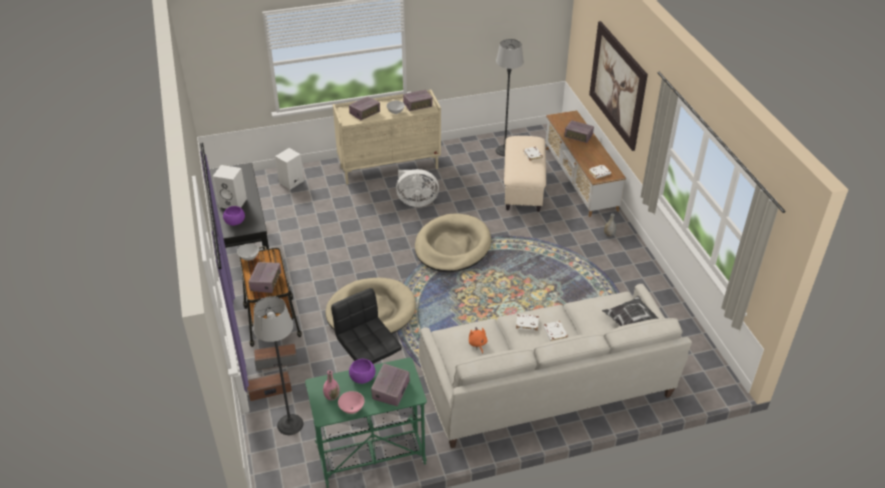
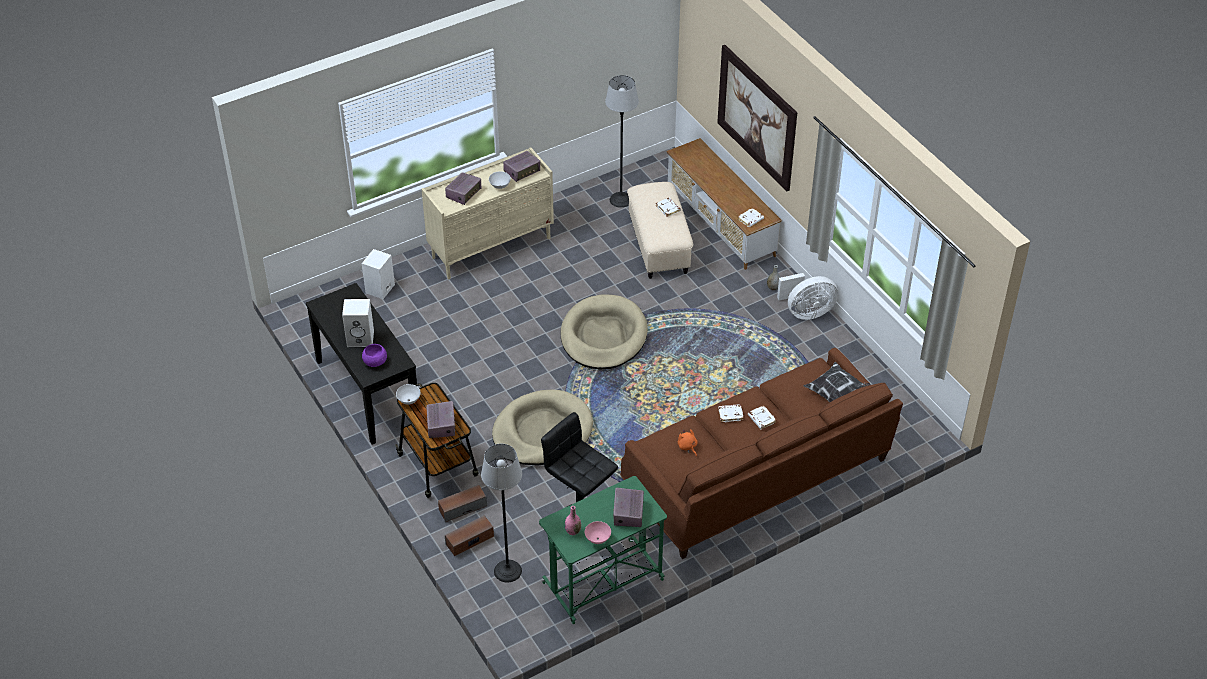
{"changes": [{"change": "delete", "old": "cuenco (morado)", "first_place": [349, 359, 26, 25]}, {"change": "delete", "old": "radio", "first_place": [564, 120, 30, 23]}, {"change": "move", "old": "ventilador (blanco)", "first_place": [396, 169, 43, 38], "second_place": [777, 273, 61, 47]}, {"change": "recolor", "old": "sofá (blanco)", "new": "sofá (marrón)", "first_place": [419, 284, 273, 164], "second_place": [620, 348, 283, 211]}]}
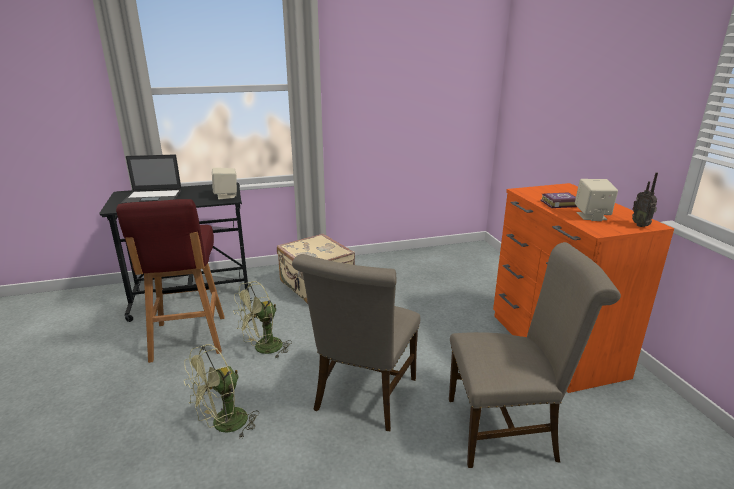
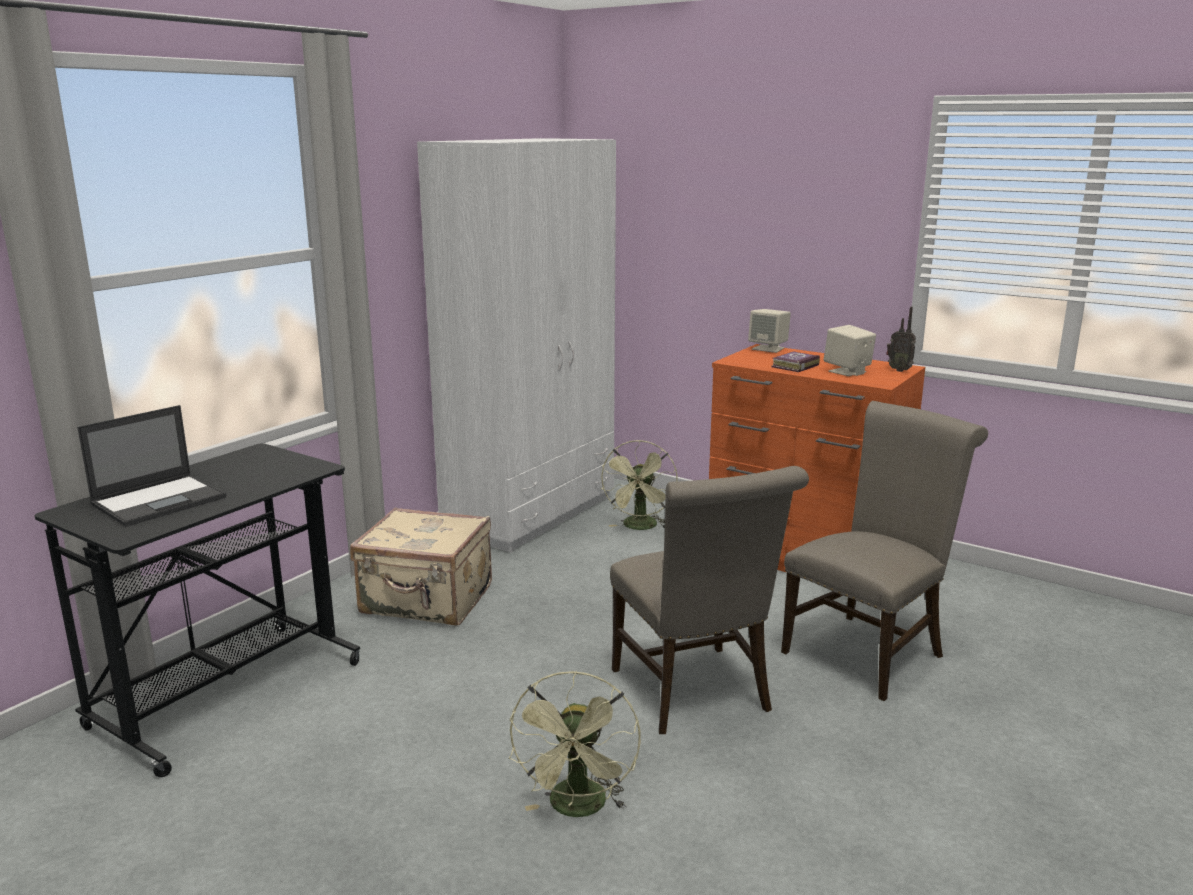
{"changes": [{"change": "delete", "old": "taburete (rojo)", "first_place": [116, 199, 109, 164]}, {"change": "insert", "new": "armario ropero (blanco)", "second_place": [417, 138, 199, 415]}, {"change": "move", "old": "altavoz (beis)", "first_place": [212, 168, 25, 32], "second_place": [748, 309, 43, 44]}, {"change": "move", "old": "ventilador (verde)", "first_place": [233, 281, 59, 78], "second_place": [601, 440, 77, 90]}]}
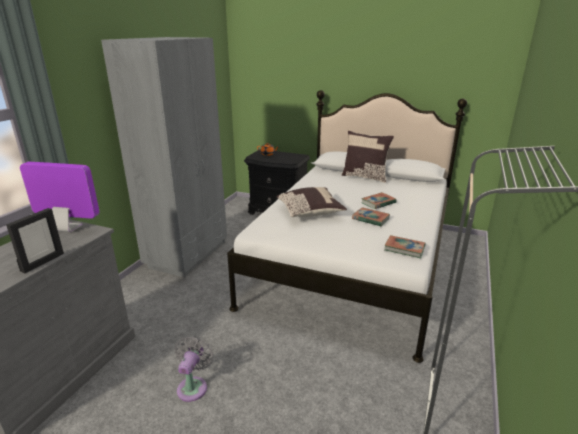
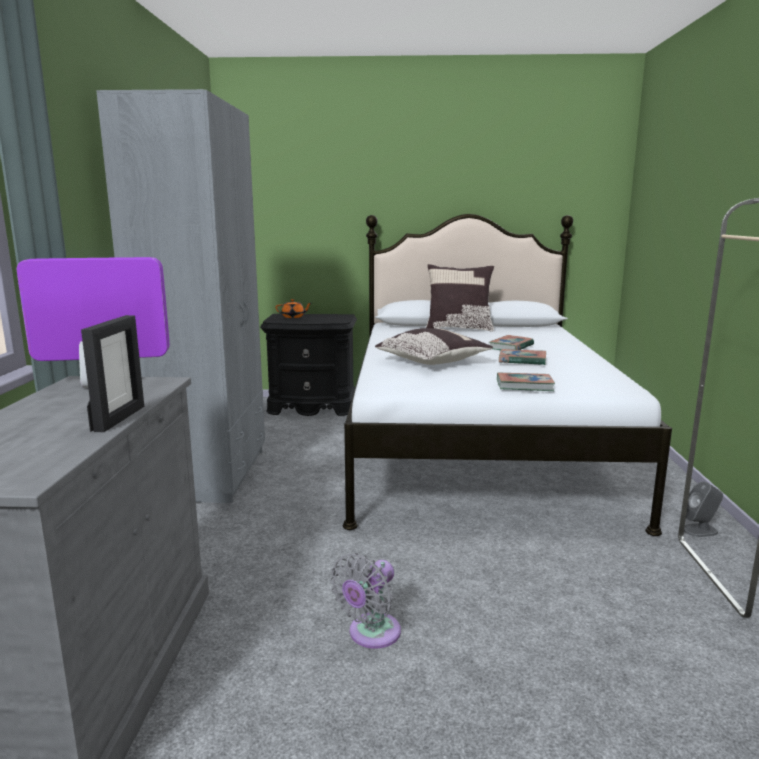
{"changes": [{"change": "insert", "new": "altavoz (gris)", "second_place": [684, 481, 39, 56]}, {"change": "move", "old": "libro", "first_place": [384, 235, 42, 23], "second_place": [497, 372, 58, 19]}, {"change": "rotate", "old": "ventilador (gris)", "first_place": [175, 336, 38, 66], "second_place": [330, 553, 71, 96], "degrees": -135}]}
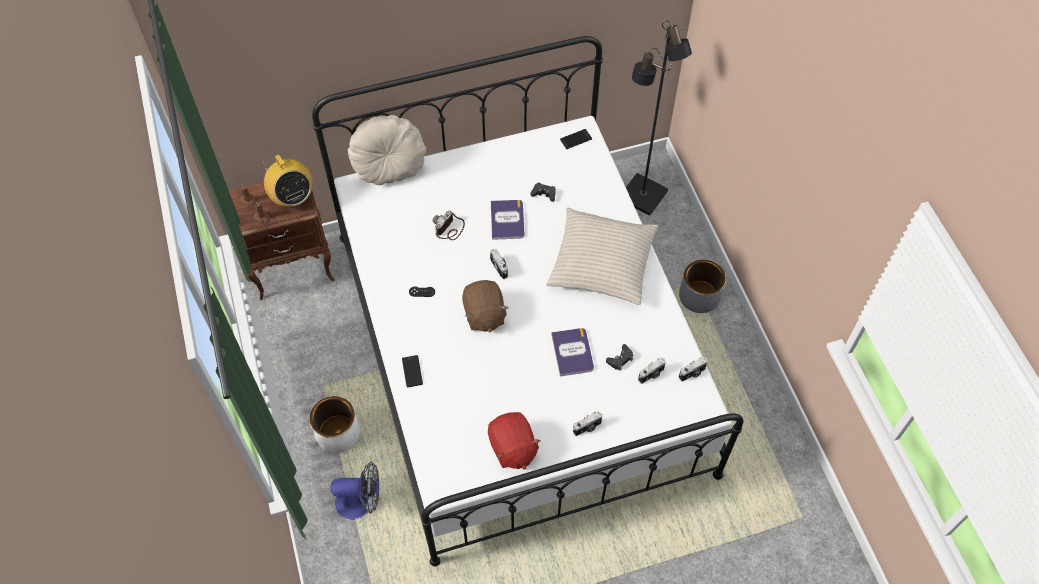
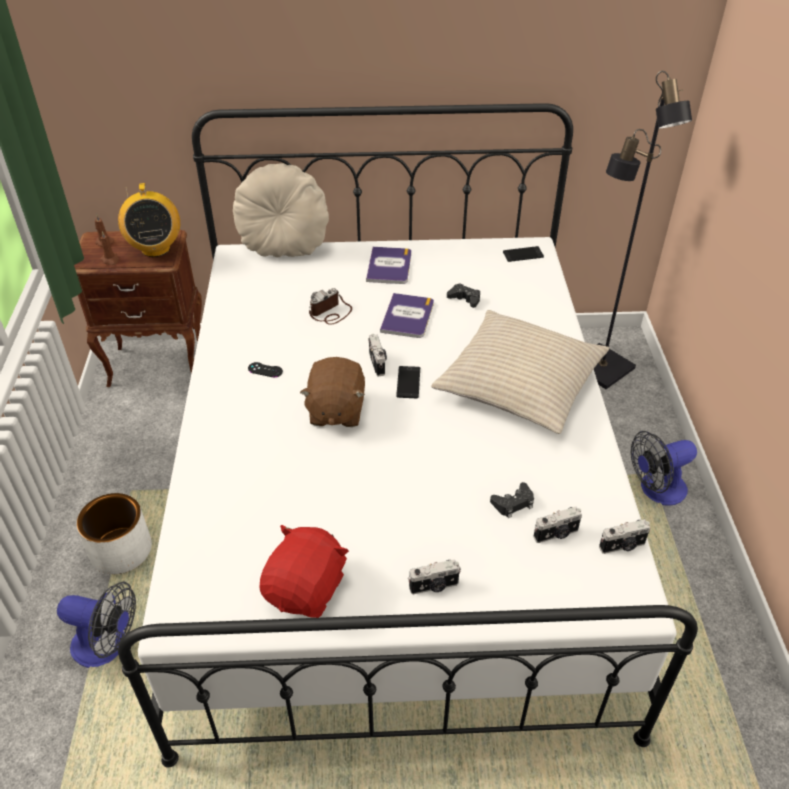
{"changes": [{"change": "move", "old": "móvil", "first_place": [402, 355, 21, 32], "second_place": [396, 366, 24, 32]}, {"change": "move", "old": "libro", "first_place": [551, 328, 43, 48], "second_place": [366, 247, 45, 37]}, {"change": "replace", "old": "maceta (gris)", "new": "ventilador", "first_place": [679, 260, 47, 53], "second_place": [631, 431, 66, 75]}, {"change": "rotate", "old": "peluche (rojo)", "first_place": [488, 412, 53, 58], "second_place": [259, 525, 90, 93], "degrees": -150}]}
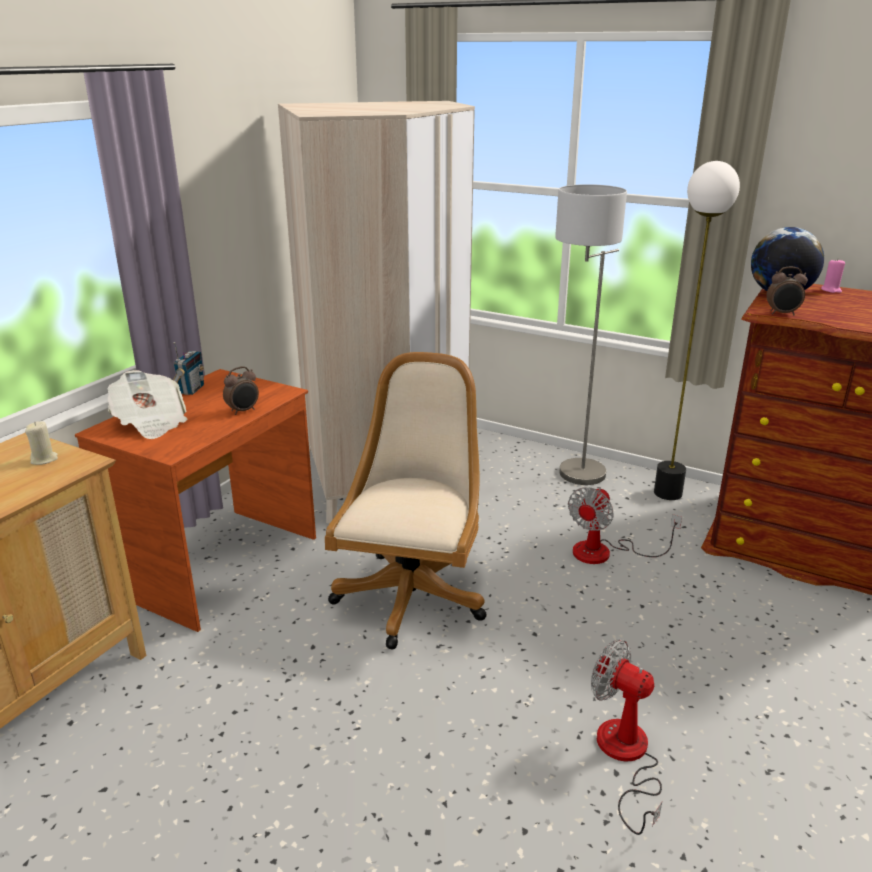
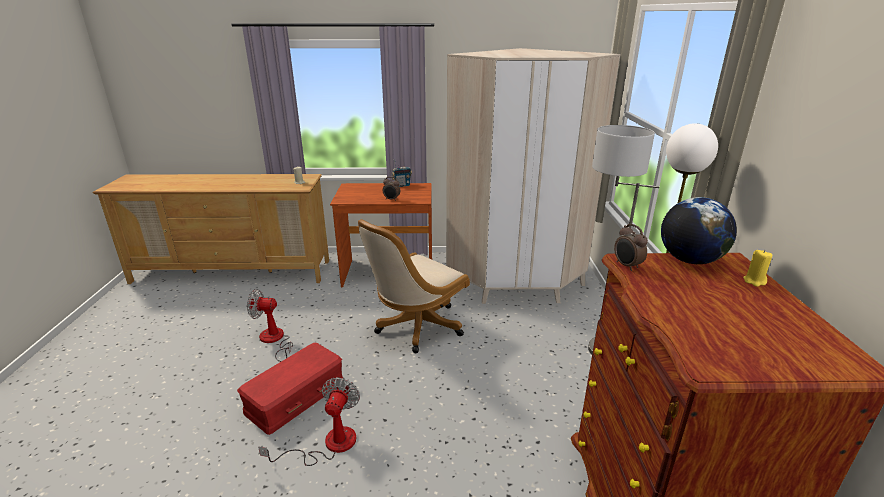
{"changes": [{"change": "delete", "old": "periódico", "first_place": [107, 370, 80, 69]}, {"change": "insert", "new": "caja de almacenaje (rojo)", "second_place": [237, 343, 106, 92]}, {"change": "move", "old": "ventilador", "first_place": [568, 487, 114, 77], "second_place": [247, 289, 46, 73]}, {"change": "recolor", "old": "vela (rosa)", "new": "vela (amarillo)", "first_place": [821, 258, 24, 35], "second_place": [743, 250, 29, 37]}, {"change": "rotate", "old": "silla de oficina", "first_place": [325, 352, 162, 297], "second_place": [358, 219, 112, 134], "degrees": 150}]}
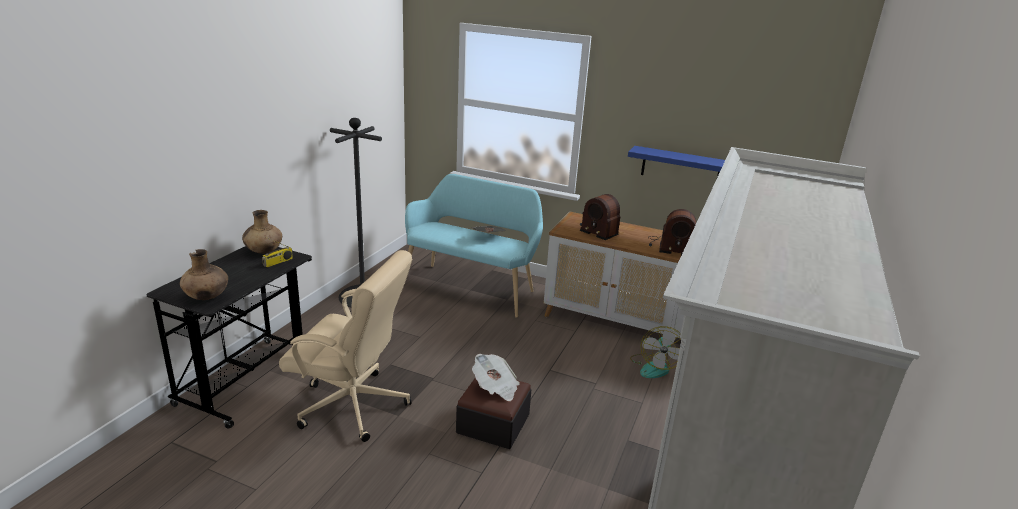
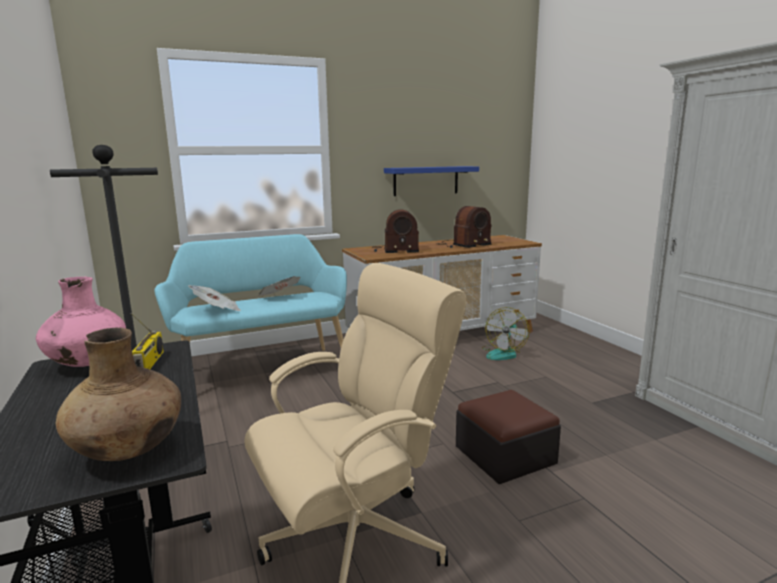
{"changes": [{"change": "move", "old": "periódico", "first_place": [472, 354, 48, 47], "second_place": [188, 285, 53, 26]}, {"change": "recolor", "old": "florero (marrón)", "new": "florero (rosa)", "first_place": [242, 210, 40, 44], "second_place": [36, 277, 90, 90]}, {"change": "rotate", "old": "ventilador", "first_place": [630, 326, 51, 52], "second_place": [482, 307, 48, 53], "degrees": 60}]}
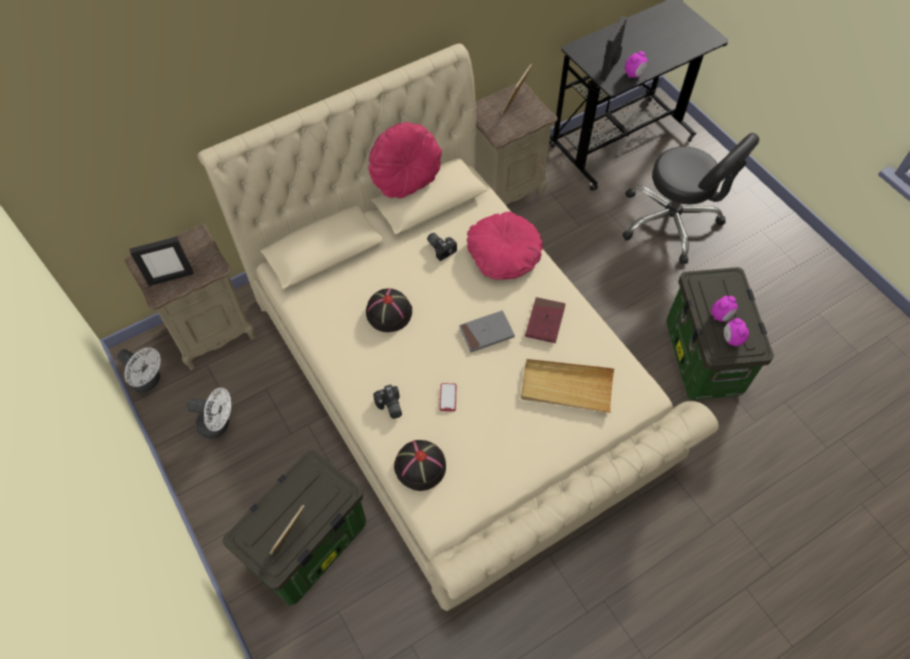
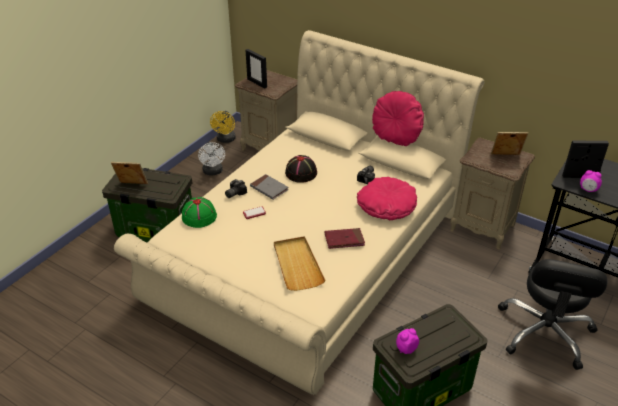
{"changes": [{"change": "delete", "old": "despertador", "first_place": [711, 296, 27, 26]}, {"change": "move", "old": "libro (gris)", "first_place": [459, 310, 56, 43], "second_place": [250, 174, 39, 26]}, {"change": "recolor", "old": "ventilador (blanco)", "new": "ventilador (amarillo)", "first_place": [117, 347, 44, 46], "second_place": [210, 111, 26, 32]}, {"change": "recolor", "old": "sombrero (negro)", "new": "sombrero (verde)", "first_place": [394, 440, 52, 51], "second_place": [182, 197, 35, 31]}]}
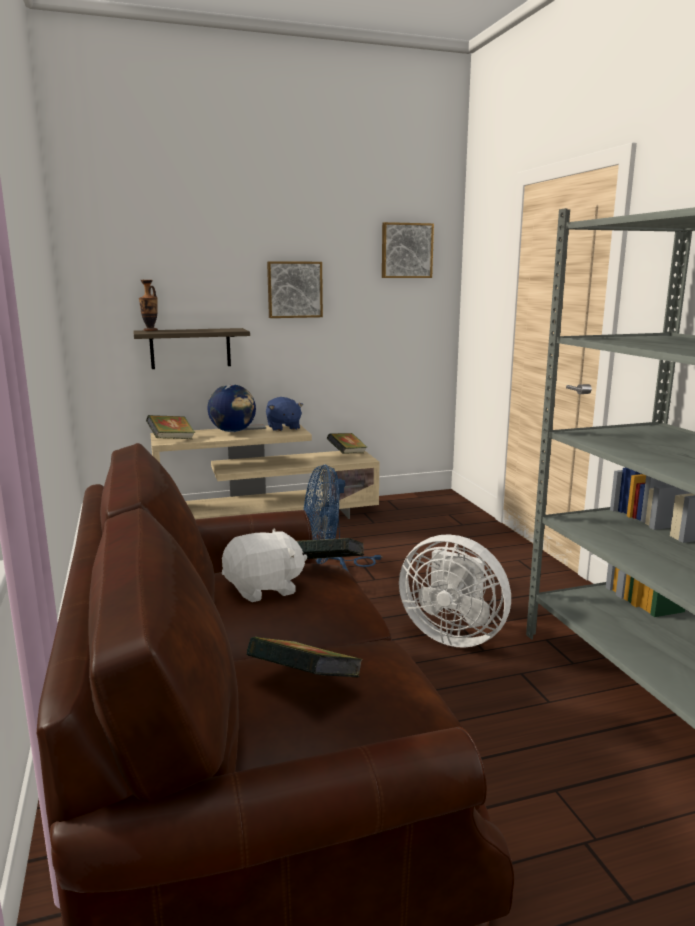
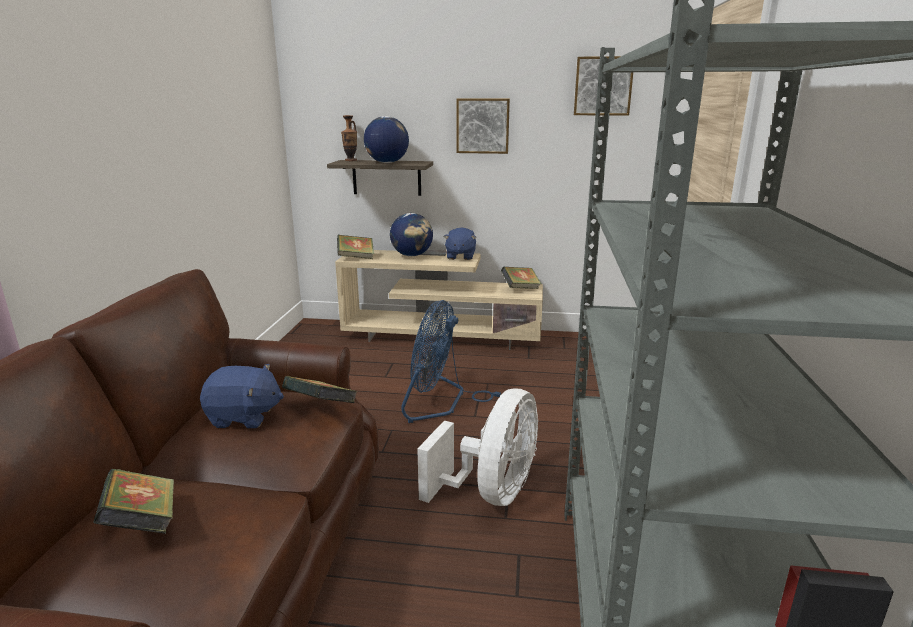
{"changes": [{"change": "insert", "new": "globo terráqueo", "second_place": [364, 116, 45, 47]}, {"change": "recolor", "old": "peluche (blanco)", "new": "peluche (azul)", "first_place": [222, 529, 85, 73], "second_place": [200, 364, 84, 64]}, {"change": "rotate", "old": "ventilador (blanco)", "first_place": [399, 534, 112, 114], "second_place": [417, 388, 121, 118], "degrees": -120}]}
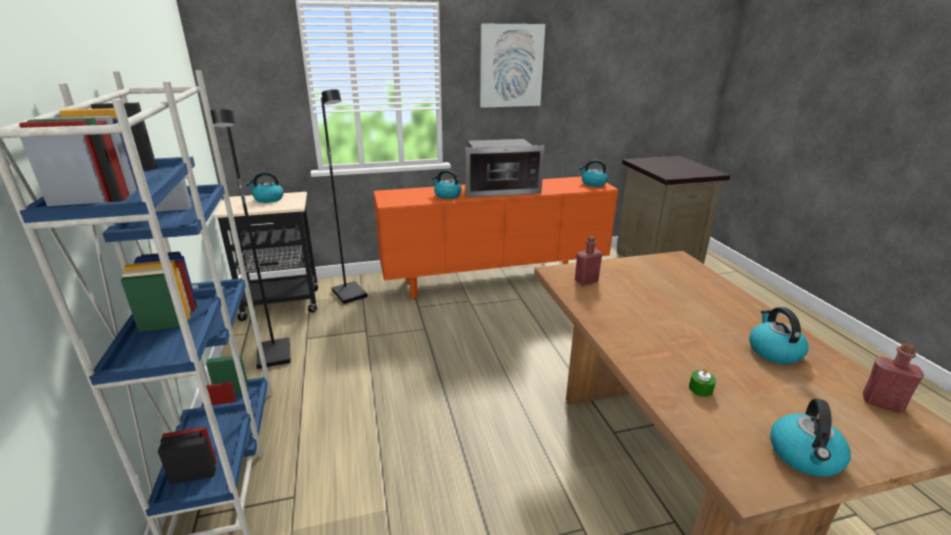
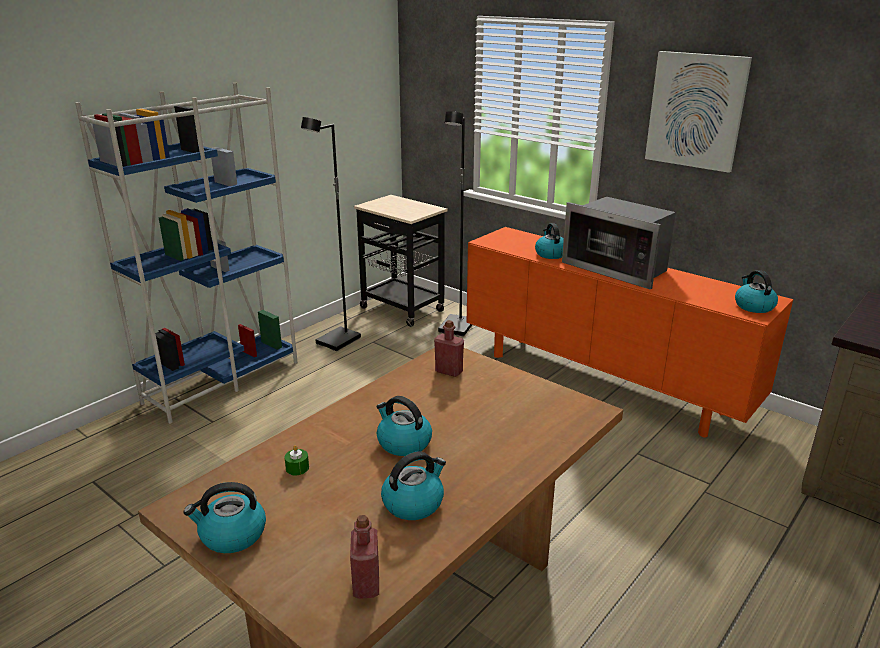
{"changes": [{"change": "move", "old": "hervidor", "first_place": [246, 172, 38, 31], "second_place": [376, 396, 56, 60]}]}
